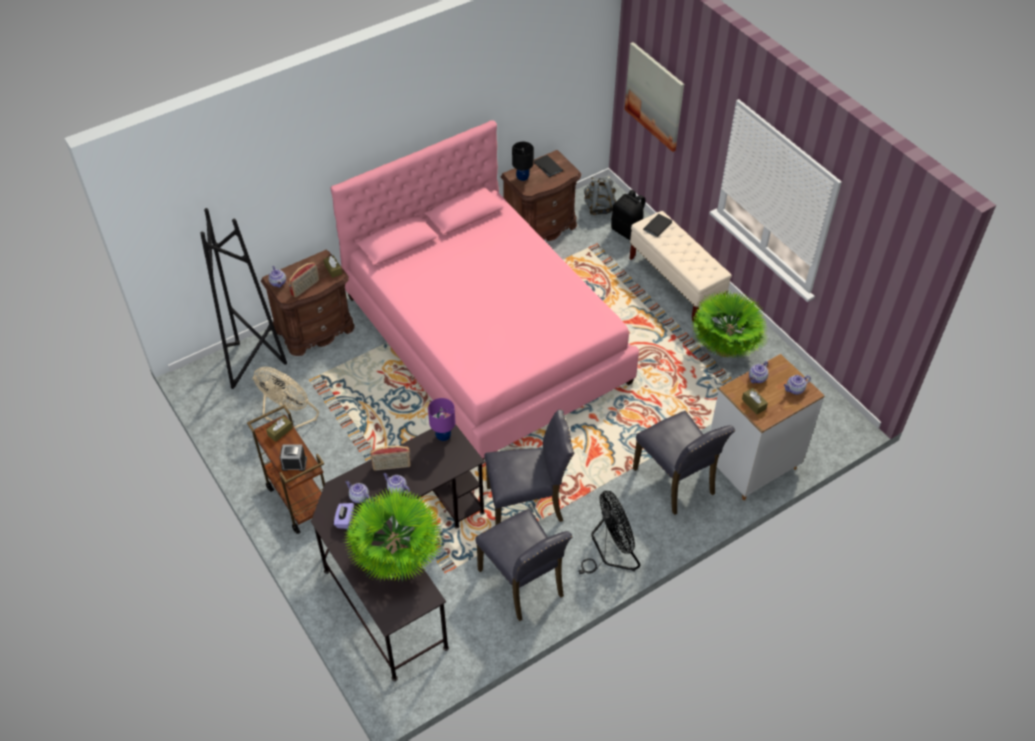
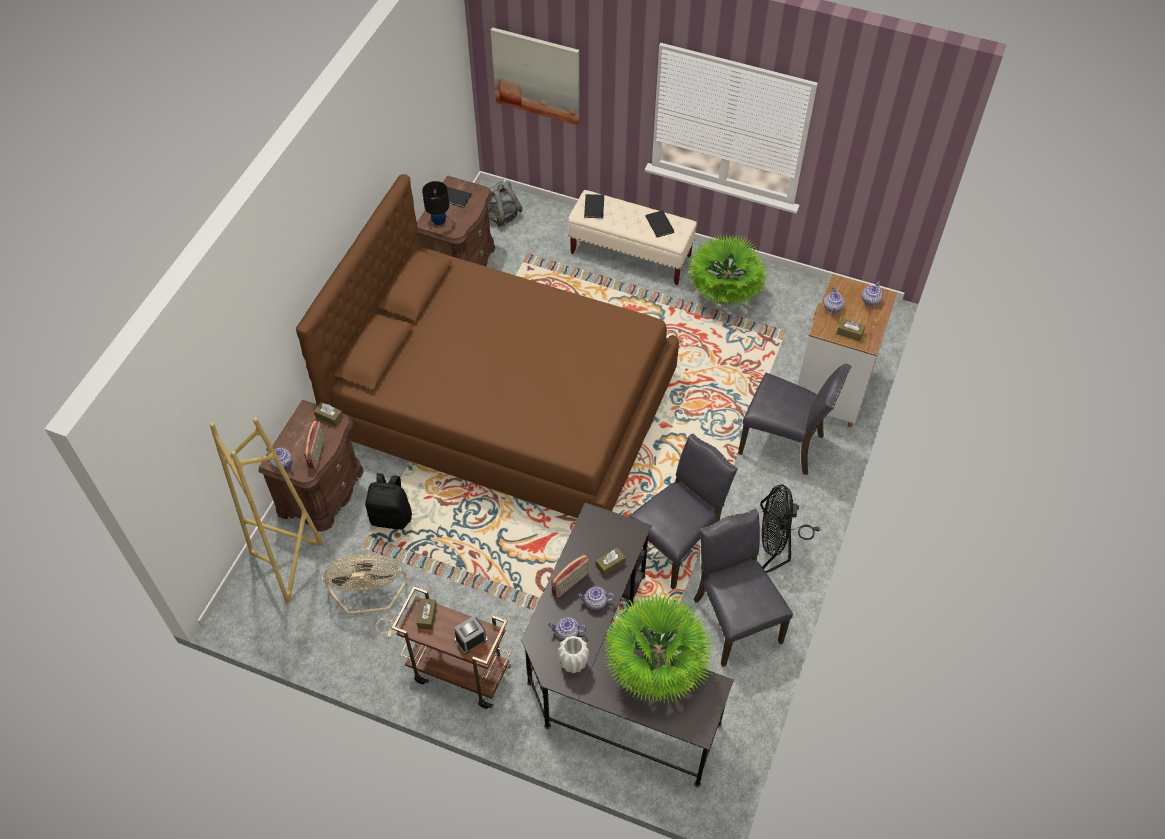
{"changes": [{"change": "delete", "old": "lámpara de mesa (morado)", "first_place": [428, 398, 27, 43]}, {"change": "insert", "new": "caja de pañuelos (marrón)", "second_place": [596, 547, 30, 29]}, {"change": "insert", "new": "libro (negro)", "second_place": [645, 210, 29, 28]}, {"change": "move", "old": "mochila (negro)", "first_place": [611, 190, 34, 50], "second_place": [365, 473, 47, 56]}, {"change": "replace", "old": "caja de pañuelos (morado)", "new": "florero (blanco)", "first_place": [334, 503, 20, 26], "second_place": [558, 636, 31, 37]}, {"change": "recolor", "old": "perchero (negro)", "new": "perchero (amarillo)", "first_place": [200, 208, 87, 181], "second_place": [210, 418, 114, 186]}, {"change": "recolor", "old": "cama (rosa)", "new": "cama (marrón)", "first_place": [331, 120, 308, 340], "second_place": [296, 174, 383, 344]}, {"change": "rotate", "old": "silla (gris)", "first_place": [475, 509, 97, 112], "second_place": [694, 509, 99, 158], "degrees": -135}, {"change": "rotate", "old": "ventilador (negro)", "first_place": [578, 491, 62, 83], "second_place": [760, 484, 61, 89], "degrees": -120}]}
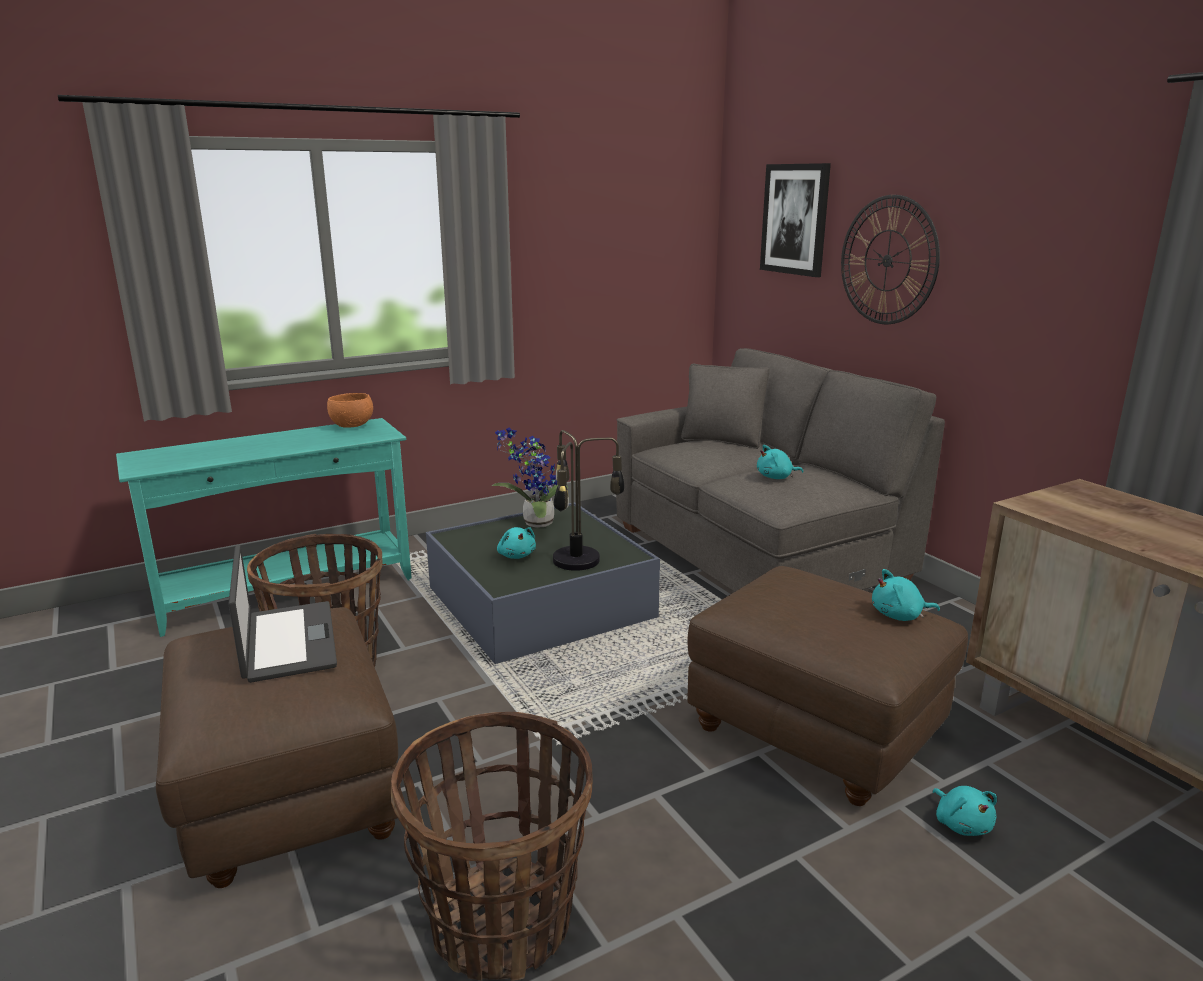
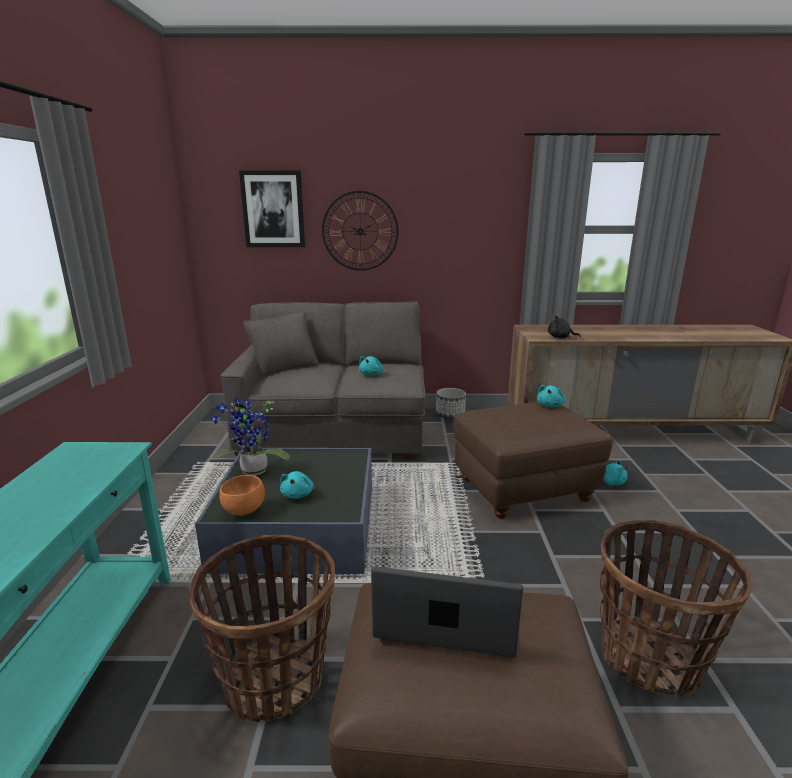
{"changes": [{"change": "delete", "old": "lámpara de mesa", "first_place": [553, 430, 71, 141]}, {"change": "insert", "new": "maceta", "second_place": [436, 388, 30, 31]}, {"change": "insert", "new": "peluche (negro)", "second_place": [548, 315, 33, 23]}, {"change": "move", "old": "cuenco (naranja)", "first_place": [327, 393, 46, 35], "second_place": [219, 475, 46, 41]}, {"change": "rotate", "old": "peluche (turquesa)", "first_place": [497, 527, 39, 32], "second_place": [280, 471, 34, 28], "degrees": 90}]}
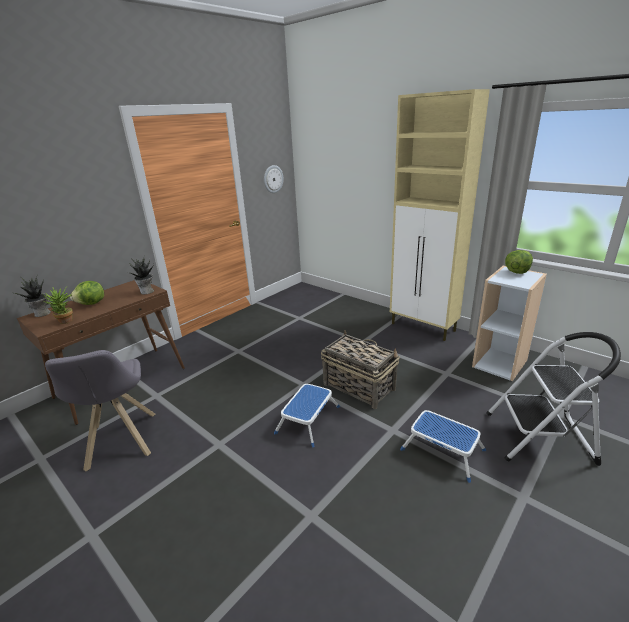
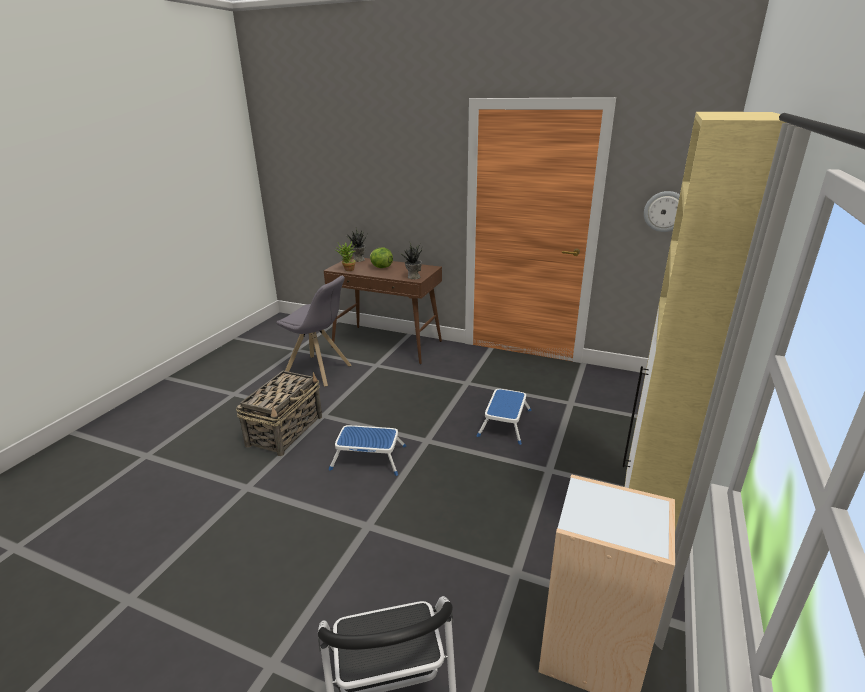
{"changes": [{"change": "delete", "old": "lechuga", "first_place": [505, 250, 28, 24]}, {"change": "move", "old": "cesta", "first_place": [321, 330, 79, 79], "second_place": [236, 370, 86, 86]}, {"change": "move", "old": "escalera de tijera (azul)", "first_place": [400, 410, 86, 73], "second_place": [477, 389, 55, 56]}, {"change": "rotate", "old": "silla (gris)", "first_place": [45, 350, 111, 122], "second_place": [276, 275, 76, 112], "degrees": -120}]}
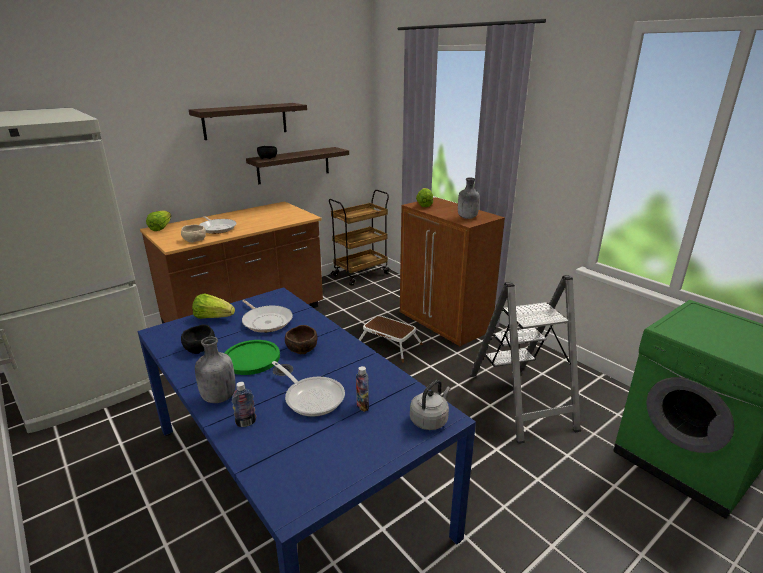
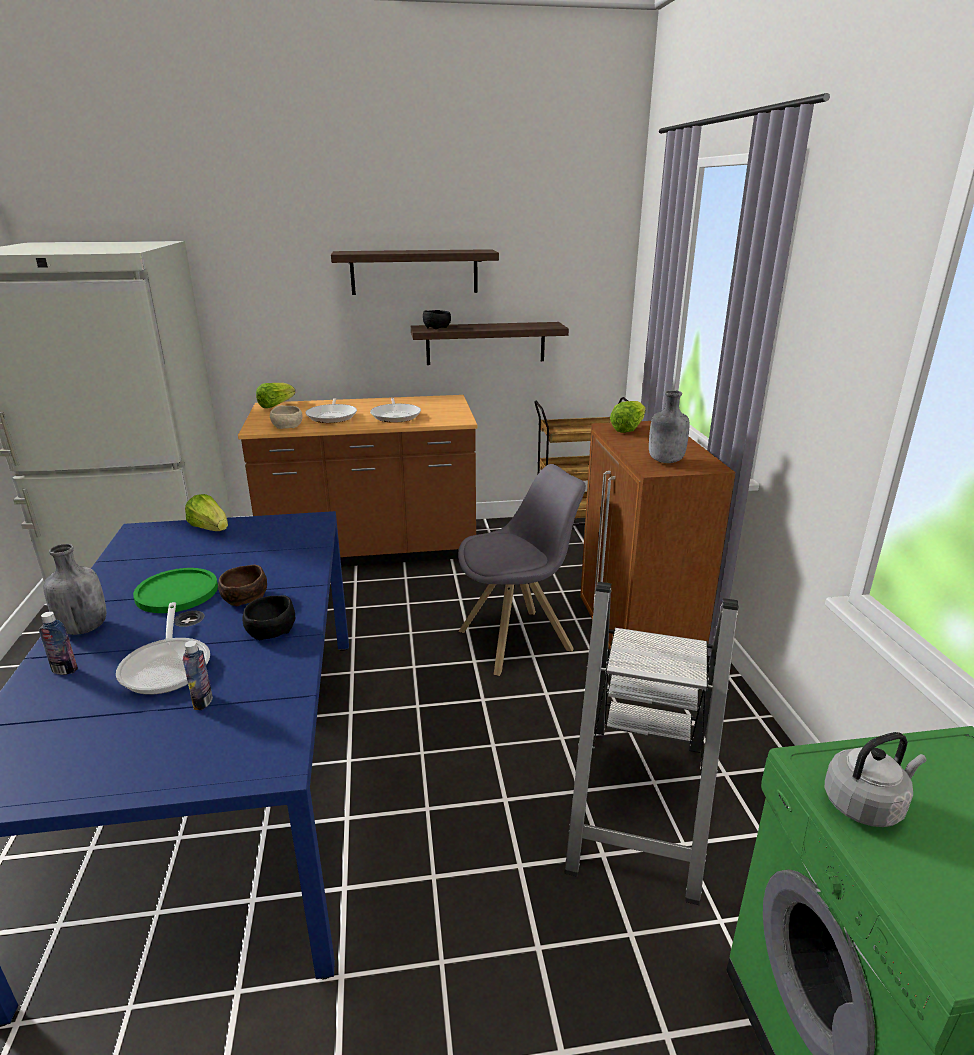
{"changes": [{"change": "move", "old": "cuenco (negro)", "first_place": [181, 324, 34, 30], "second_place": [242, 595, 53, 45]}, {"change": "move", "old": "sartén", "first_place": [242, 300, 51, 33], "second_place": [370, 398, 51, 25]}, {"change": "move", "old": "hervidor (gris)", "first_place": [410, 380, 40, 50], "second_place": [825, 732, 102, 95]}, {"change": "replace", "old": "escalera de tijera (marrón)", "new": "silla (gris)", "first_place": [359, 315, 64, 48], "second_place": [458, 464, 128, 212]}]}
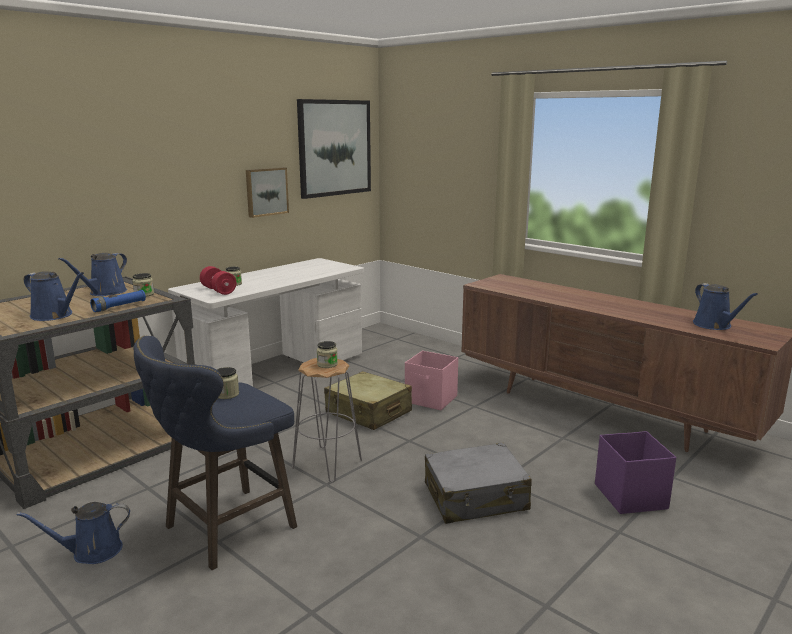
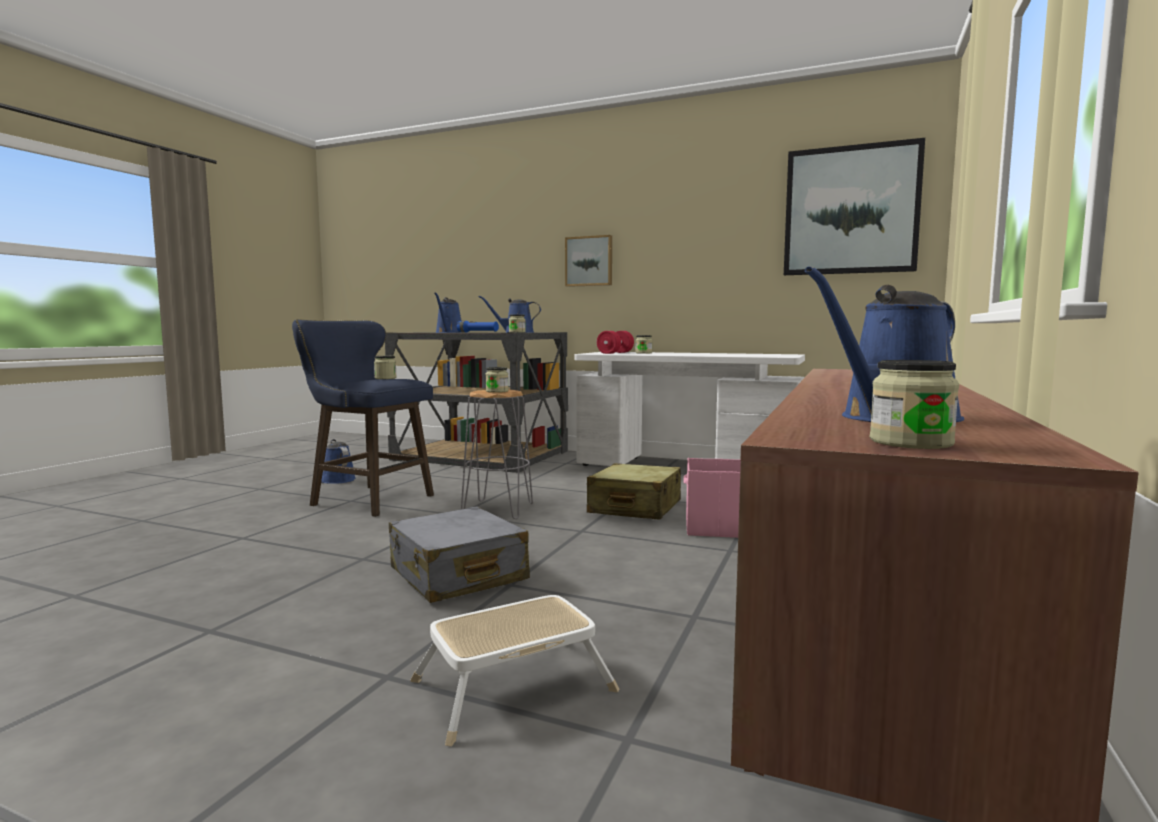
{"changes": [{"change": "insert", "new": "tarro", "second_place": [870, 360, 89, 89]}, {"change": "move", "old": "cuadro", "first_place": [246, 167, 43, 51], "second_place": [565, 235, 47, 52]}, {"change": "replace", "old": "caja de almacenaje (morado)", "new": "escalera de tijera (beis)", "first_place": [595, 431, 81, 83], "second_place": [410, 595, 209, 151]}]}
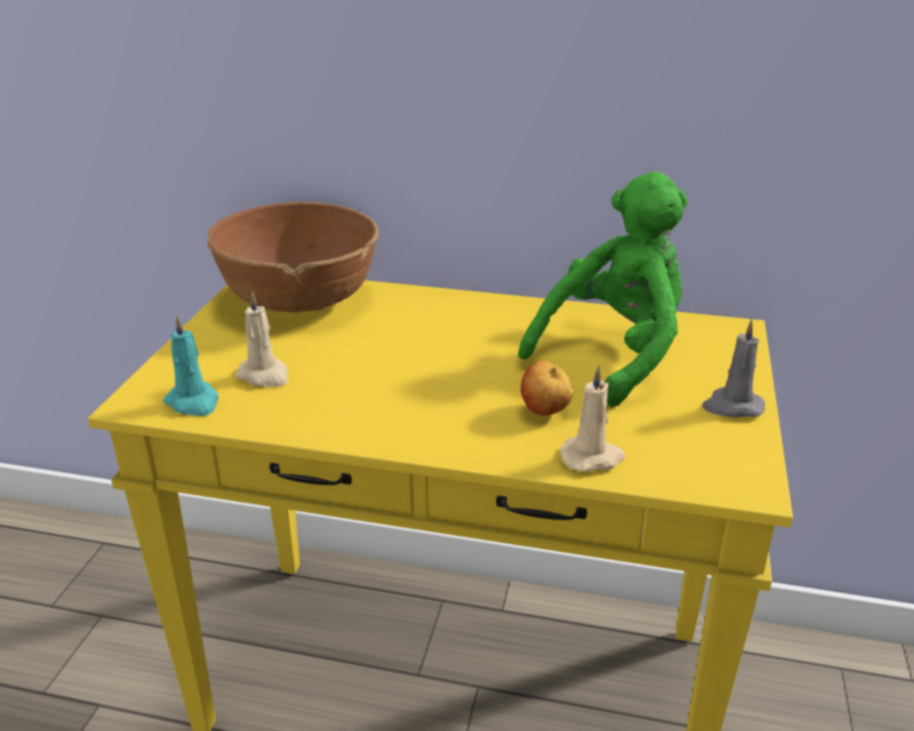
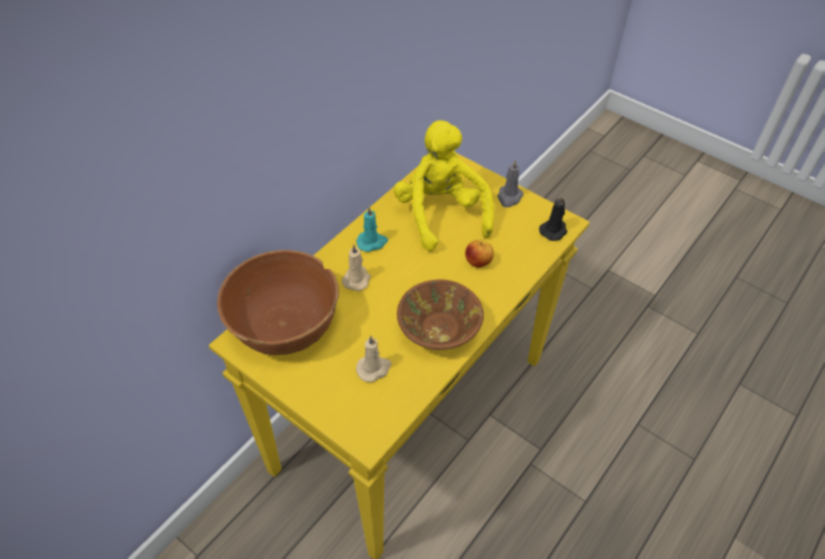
{"changes": [{"change": "insert", "new": "cuenco (marrón)", "second_place": [397, 280, 86, 70]}, {"change": "insert", "new": "vela (negro)", "second_place": [539, 195, 29, 46]}, {"change": "move", "old": "vela (turquesa)", "first_place": [163, 315, 56, 101], "second_place": [356, 206, 32, 46]}, {"change": "move", "old": "vela (beis)", "first_place": [559, 366, 66, 106], "second_place": [342, 244, 29, 47]}, {"change": "recolor", "old": "peluche (verde)", "new": "peluche (amarillo)", "first_place": [518, 172, 170, 235], "second_place": [393, 120, 101, 131]}]}
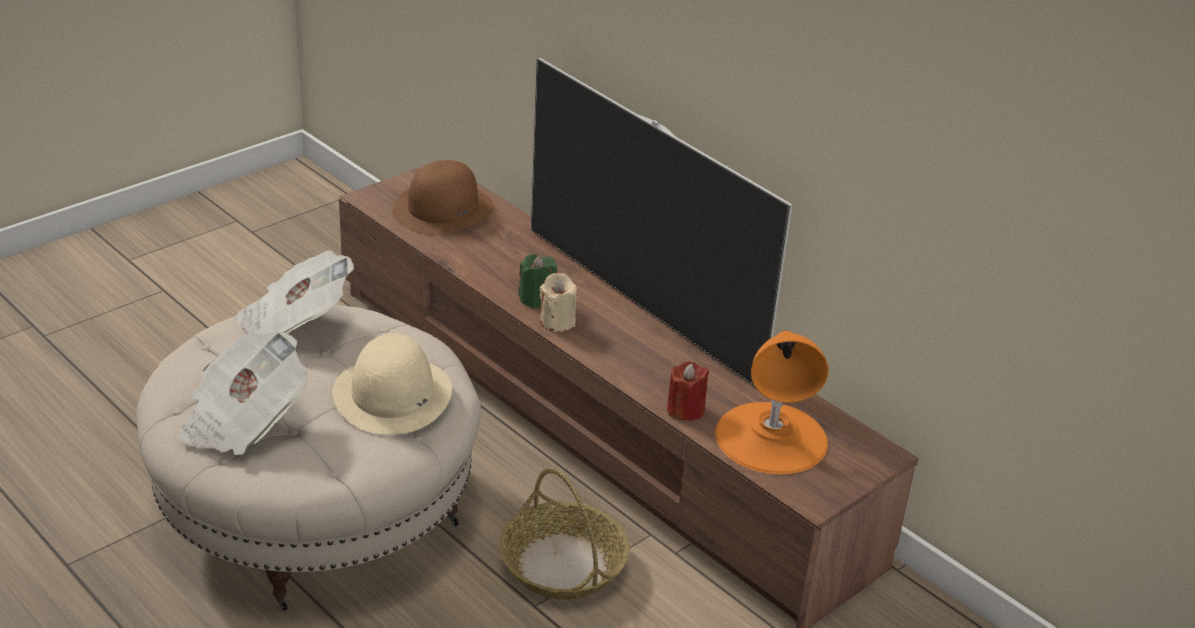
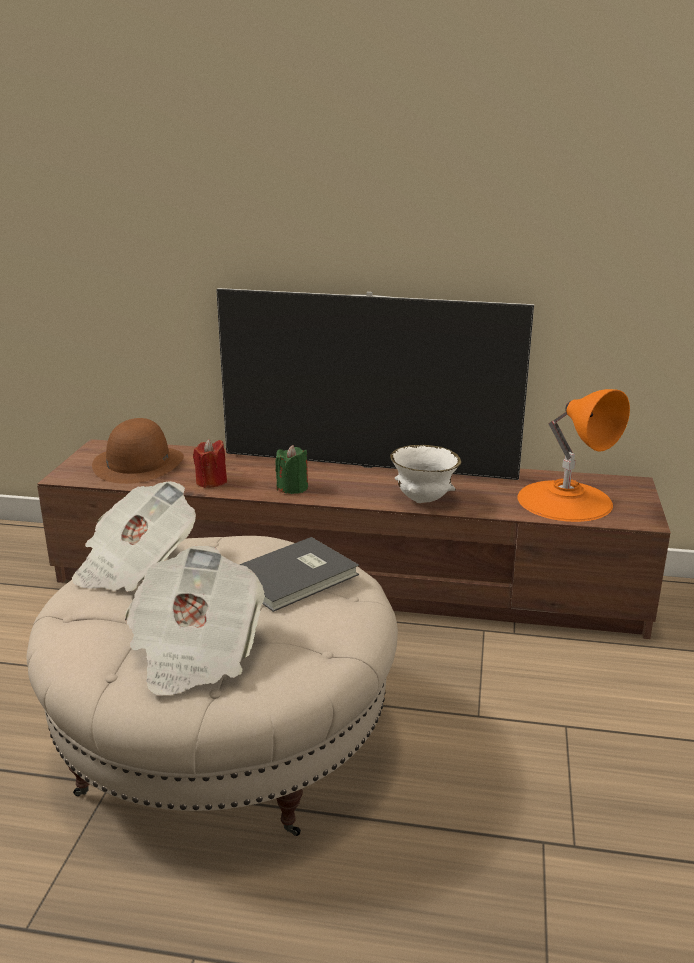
{"changes": [{"change": "delete", "old": "cesta", "first_place": [499, 467, 131, 133]}, {"change": "delete", "old": "vela (beis)", "first_place": [539, 273, 38, 59]}, {"change": "insert", "new": "cuenco (blanco)", "second_place": [390, 445, 71, 58]}, {"change": "move", "old": "vela (rojo)", "first_place": [667, 361, 42, 60], "second_place": [193, 439, 34, 49]}, {"change": "replace", "old": "sombrero (beis)", "new": "libro (gris)", "first_place": [333, 333, 119, 102], "second_place": [239, 537, 120, 75]}]}
